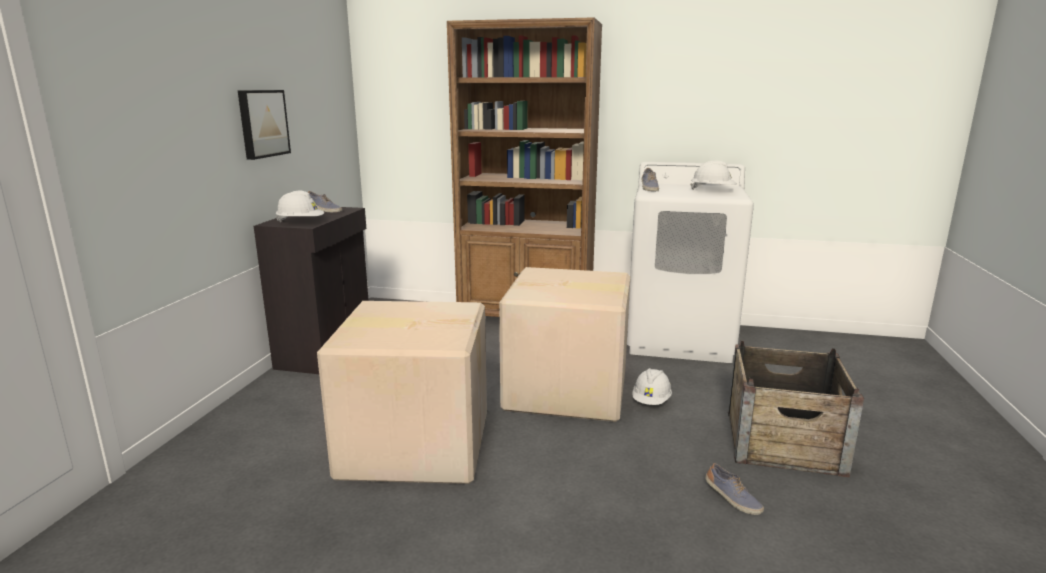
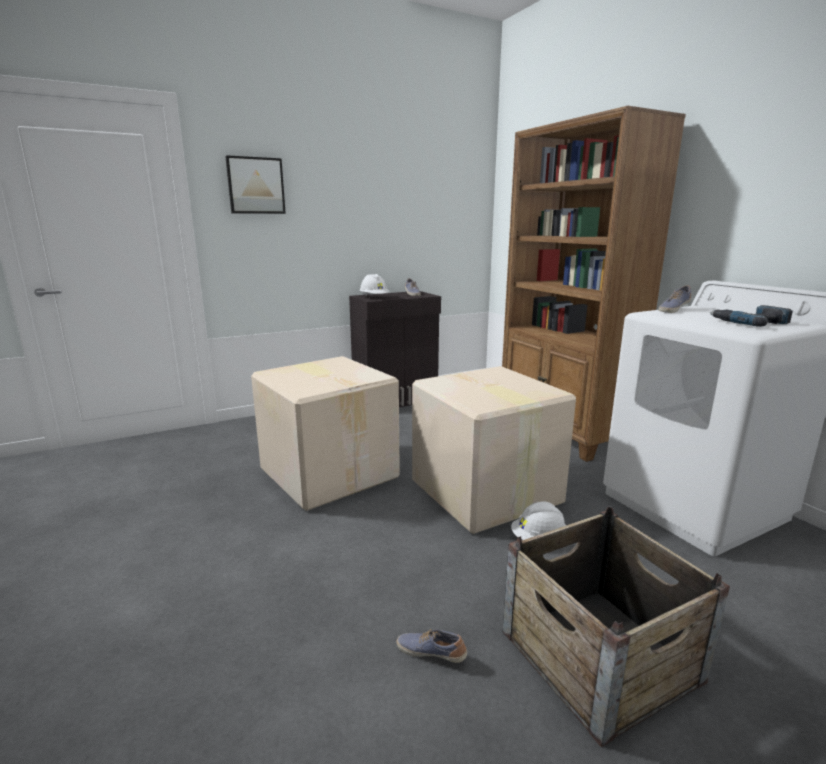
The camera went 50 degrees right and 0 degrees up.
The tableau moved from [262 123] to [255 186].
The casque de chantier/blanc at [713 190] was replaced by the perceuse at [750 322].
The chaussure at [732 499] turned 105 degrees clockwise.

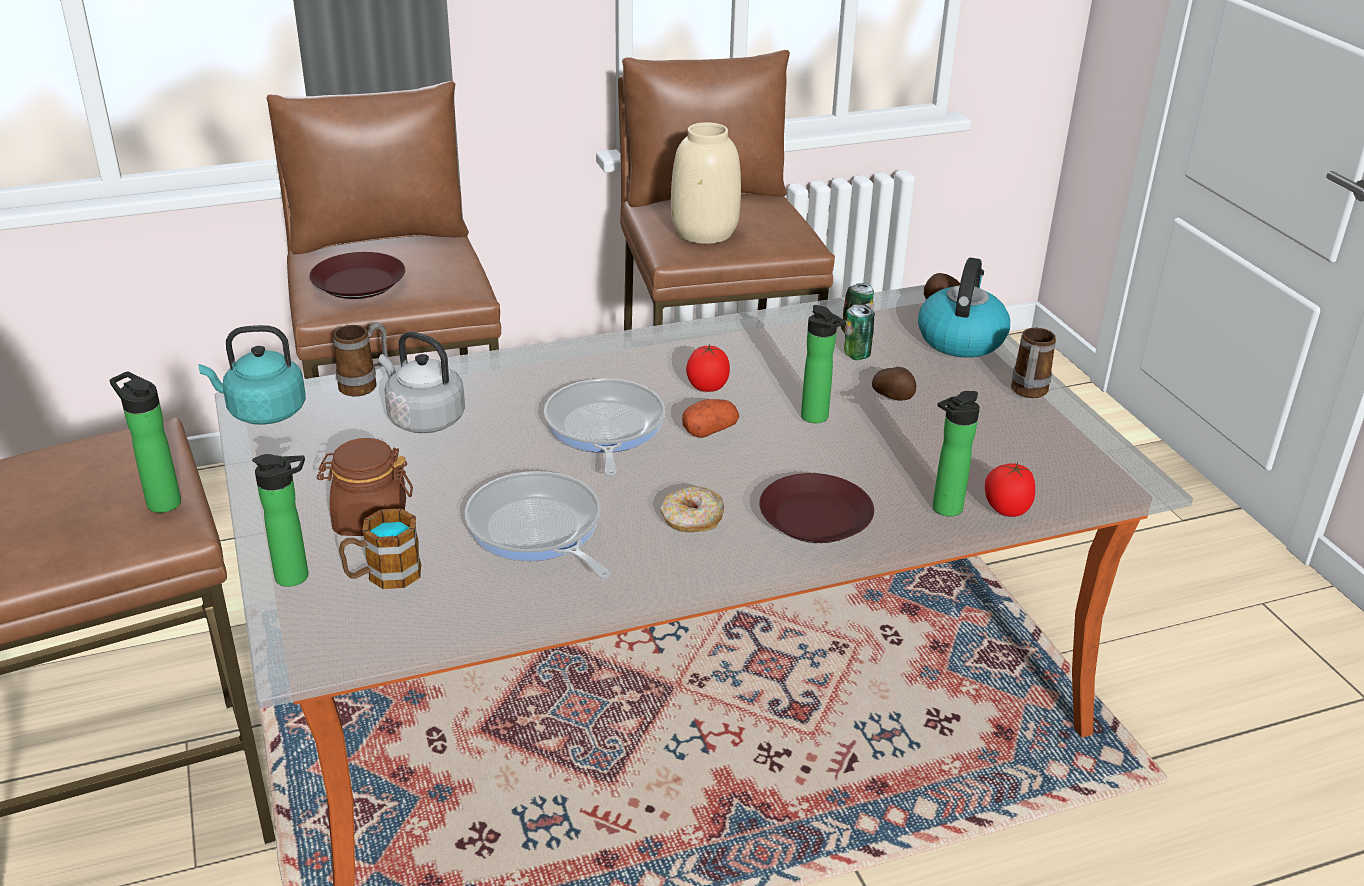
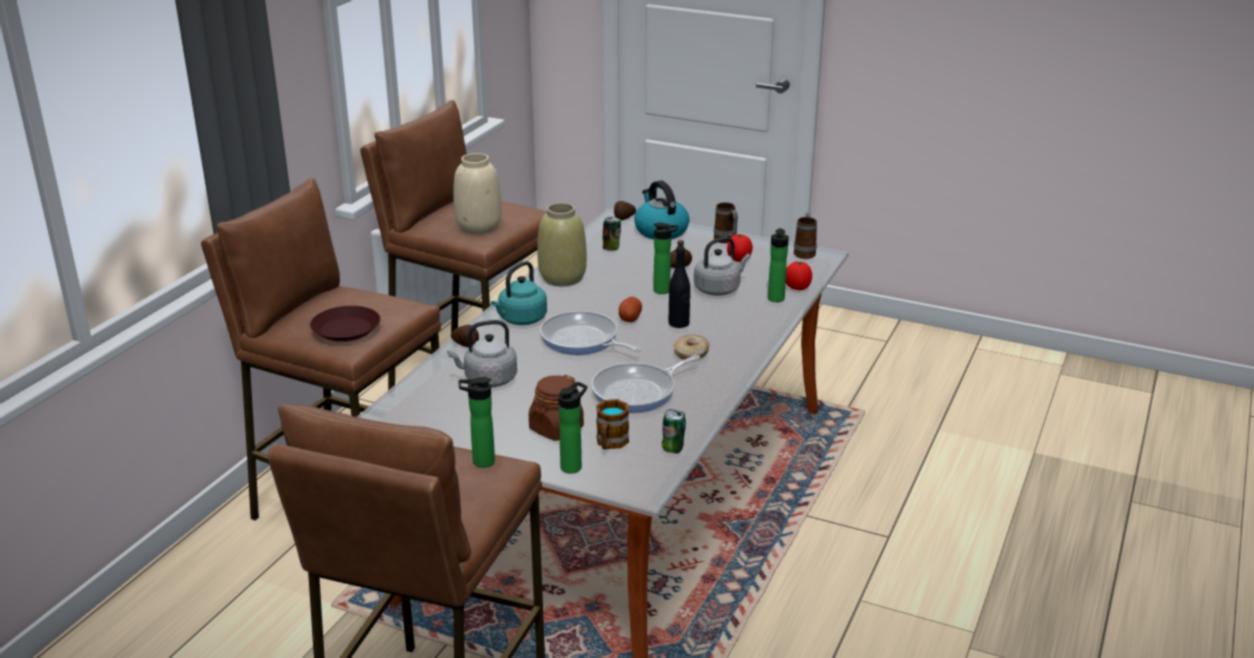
The camera went 45 degrees left and 5 degrees down.
The assiette/marron at [815 519] disappeared.
The pomme de terre at [467 345] appeared.
The vase/beige at [562 278] appeared.
The bouteille/noir at [679 323] appeared.
The bouilloire/gris at [719 289] appeared.
The bouilloire/turquoise moved from [263 412] to [521 320].
The mug moved from [365 385] to [805 252].
The tomate moved from [706 388] to [739 260].
The boîte métallique moved from [856 354] to [673 449].
The poêle at [537 530] turned 45 degrees counterclockwise.

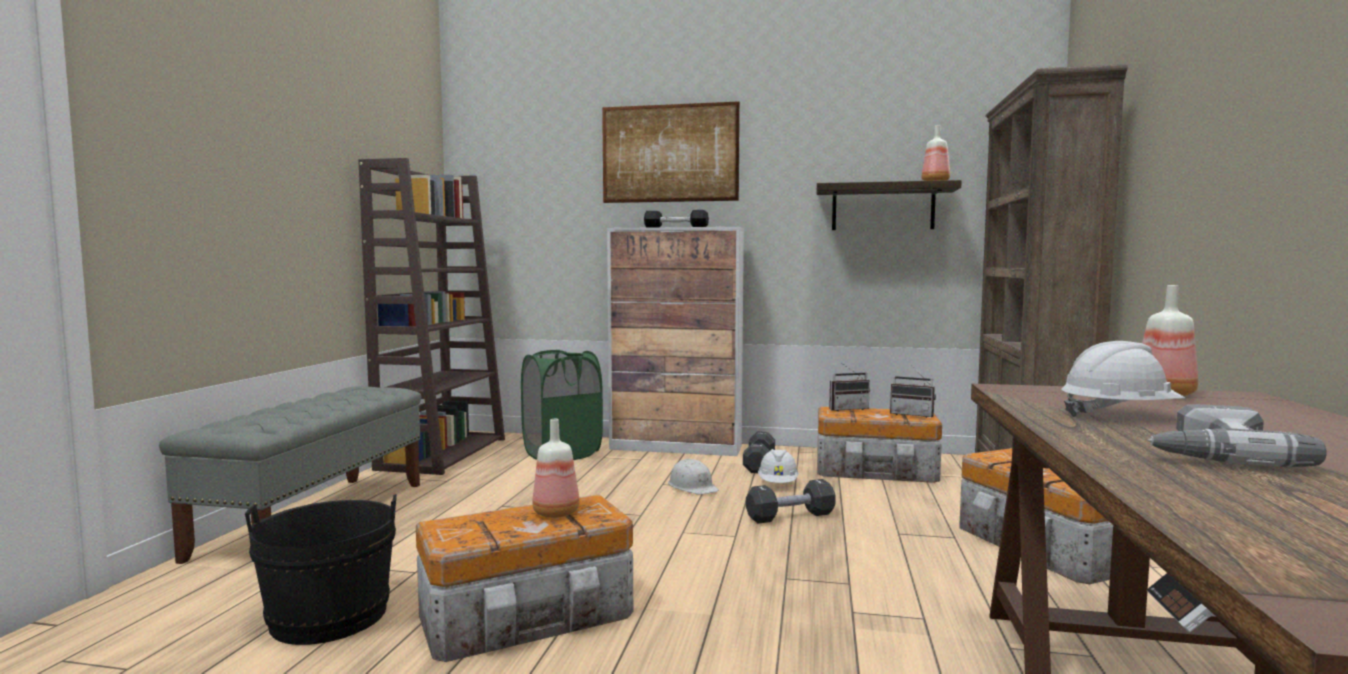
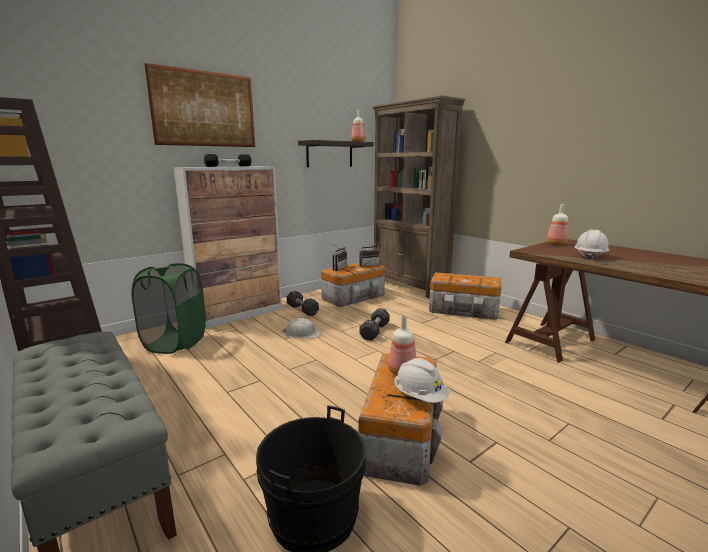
The camera went 50 degrees left and 10 degrees up.
The perceuse at [1209 452] disappeared.
The casque de chantier/blanc moved from [778 484] to [420 396].

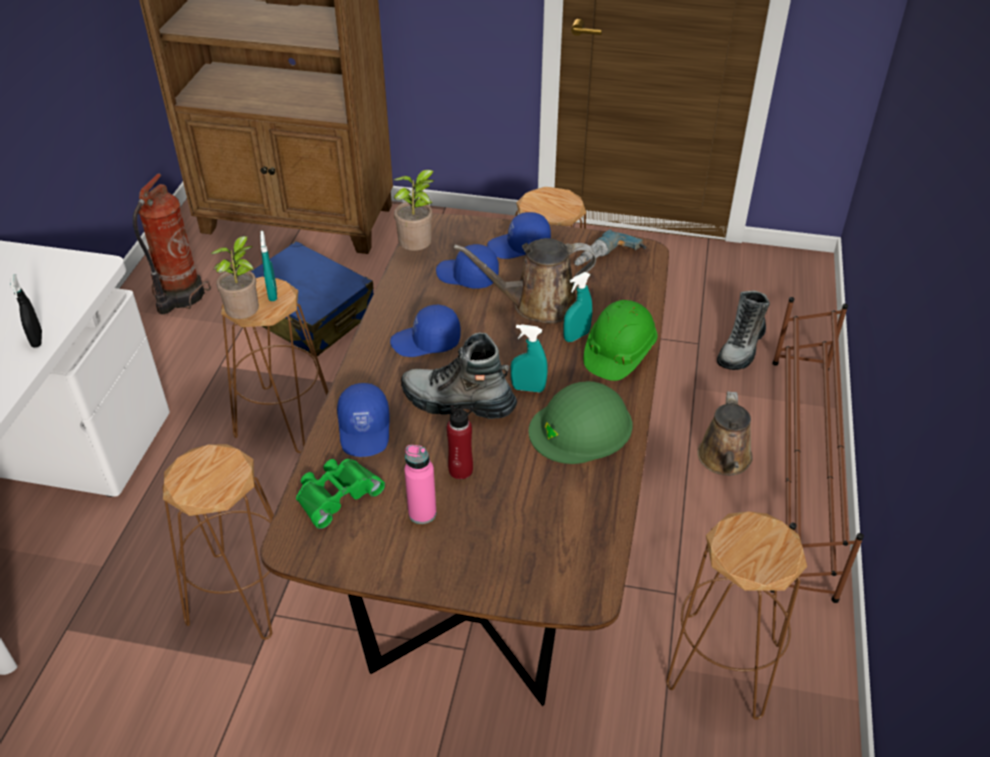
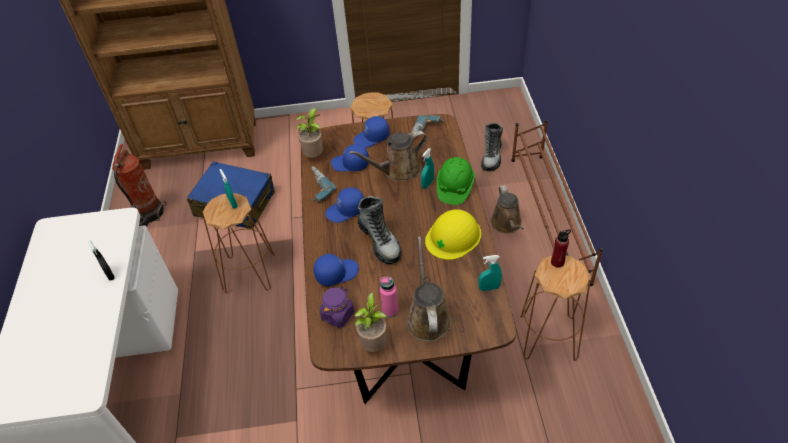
The camera went 15 degrees left and 5 degrees up.
The tabouret/marron at [243 594] disappeared.
The perceuse at [316 187] appeared.
The arrosoir/marron at [427 317] appeared.
The plante en pot moved from [246 318] to [374 345].
The bouteille/rouge moved from [460 470] to [557 262].
The vaporisateur/turquoise moved from [528 388] to [489 288].
The jumelles/vert at [336 494] was replaced by the bocal/violet at [338 315].
The casque de chantier/vert at [581 427] became the casque de chantier/jaune at [453 236].
The casquette/bleu at [365 430] turned 90 degrees counterclockwise.
The botte at [458 402] turned 120 degrees counterclockwise.

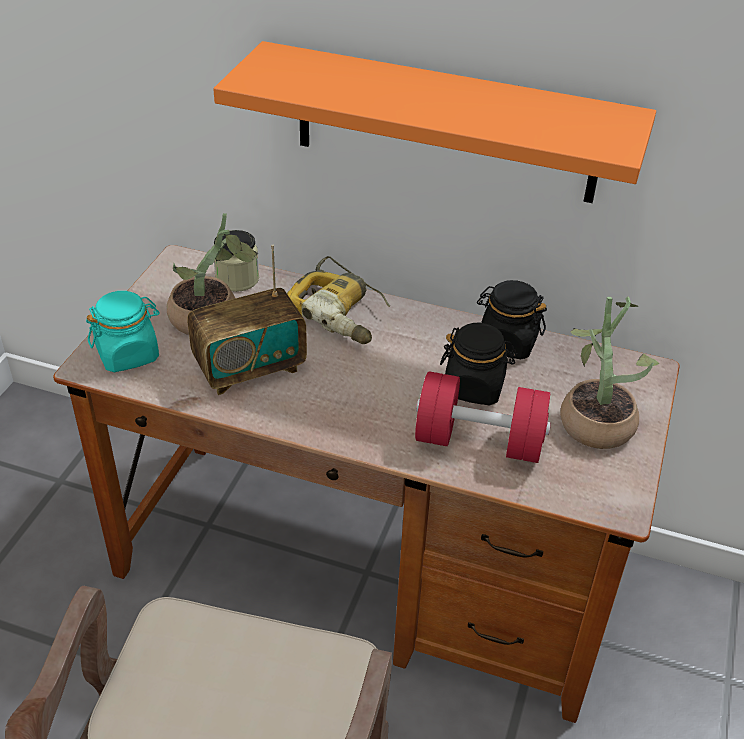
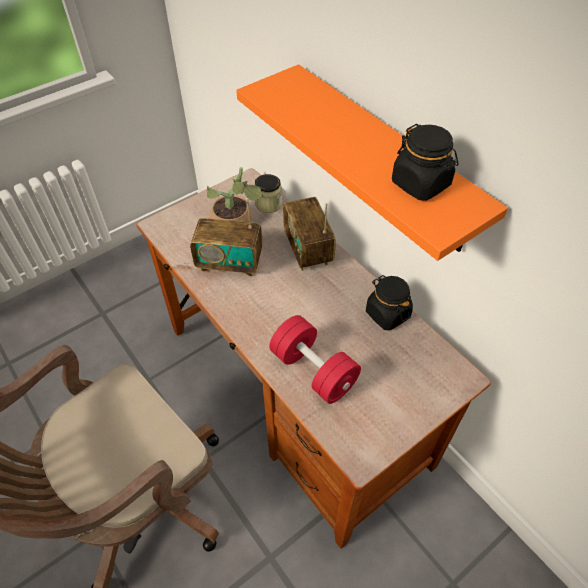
The camera went 35 degrees right and 10 degrees up.
The bocal/turquoise at [128 354] disappeared.
The plante en pot at [594 418] disappeared.
The bocal/noir moved from [474 387] to [421 184].
The perceuse at [342 311] was replaced by the radio at [308 249].

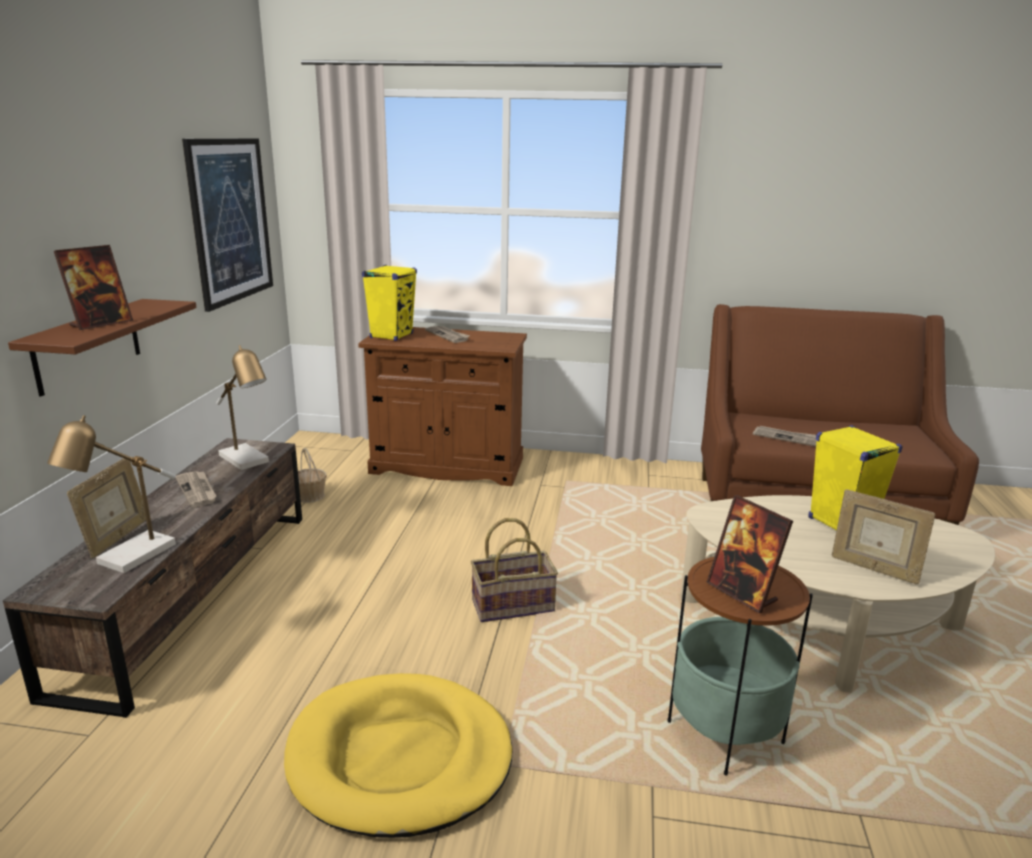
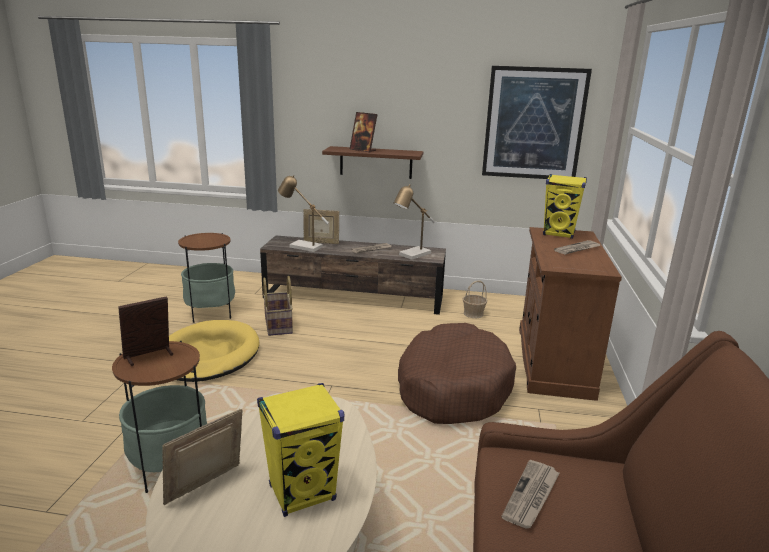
The camera went 90 degrees right and 0 degrees up.
The table d'appoint at [211 313] appeared.
The panier pour chien/marron at [452 387] appeared.
The panier moved from [513 605] to [279 325].

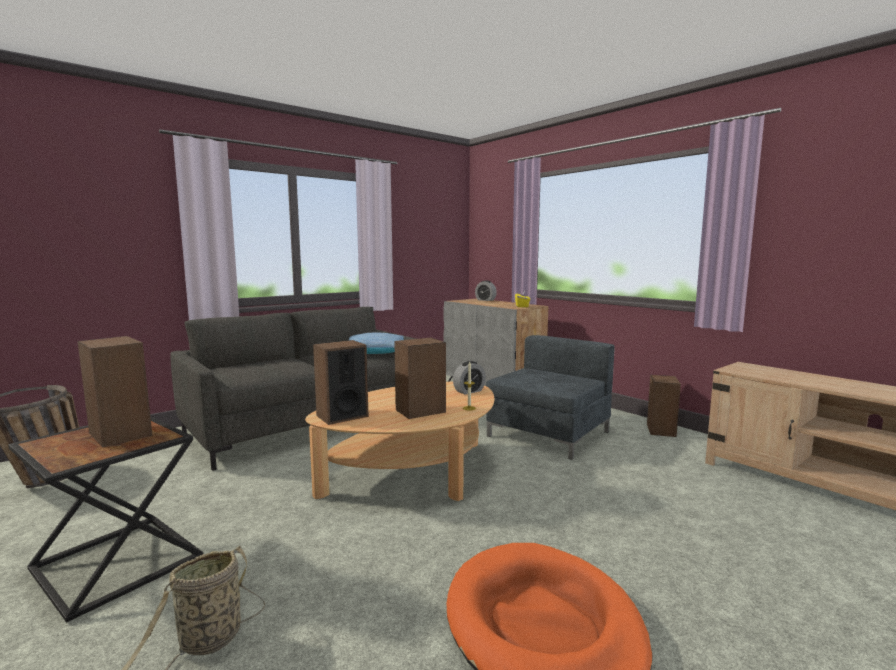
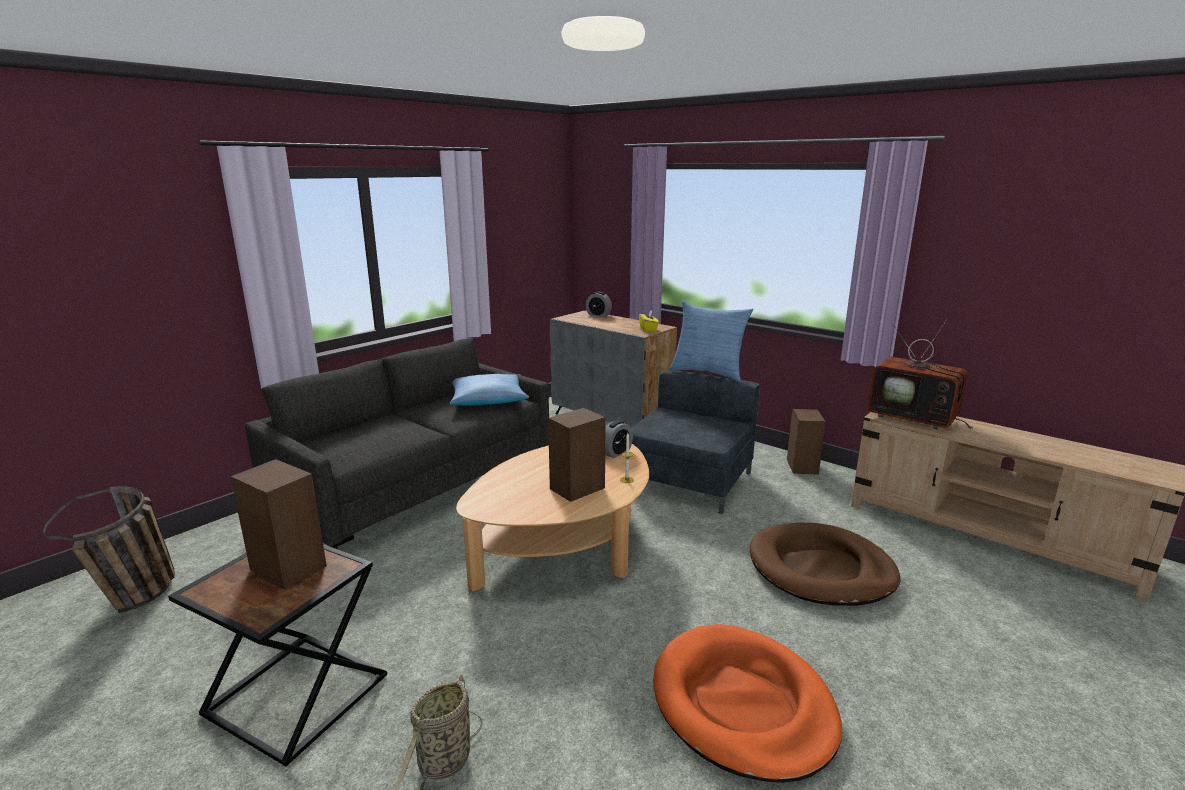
The camera went 10 degrees left and 10 degrees up.
The enceinte at [342 416] disappeared.
The coussin at [708 372] appeared.
The panier pour chien/marron at [821 569] appeared.
The téléviseur at [915 418] appeared.

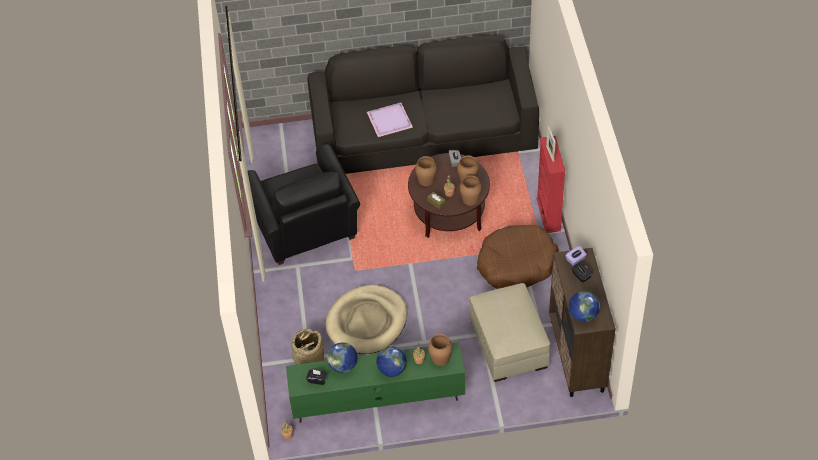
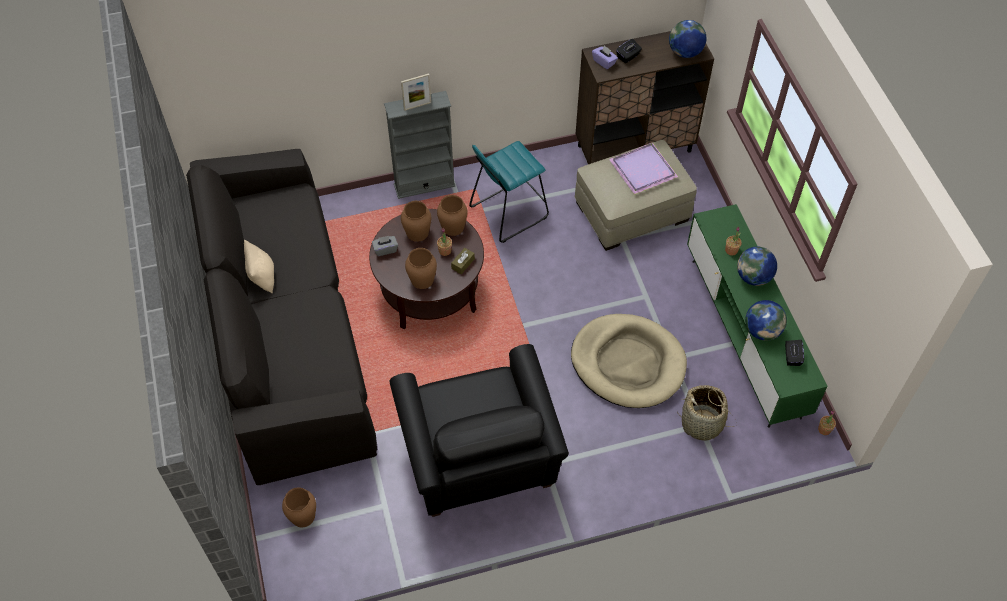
The camera went 100 degrees left and 5 degrees up.
The coussin/beige at [262 277] appeared.
The plateau/violet moved from [388 120] to [642 170].
The vase/marron moved from [440 358] to [302 516].
The panier pour chien/marron at [516 264] was replaced by the tabouret/turquoise at [508 212].
The bibliothèque/rouge at [548 214] became the bibliothèque/gris at [424 185].
The fauteuil/noir at [306 231] turned 105 degrees clockwise.

